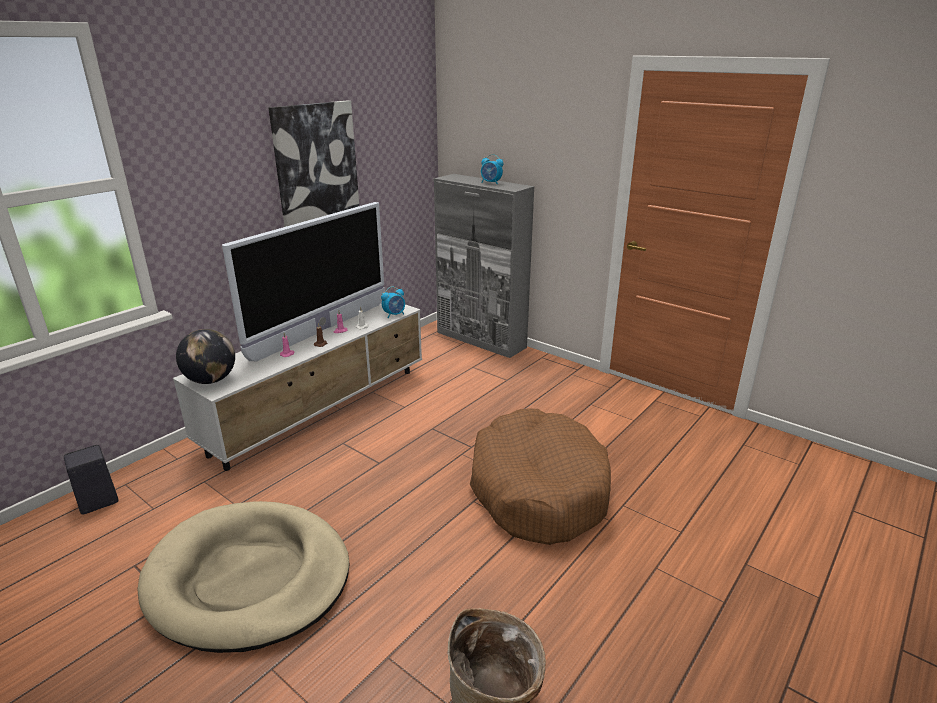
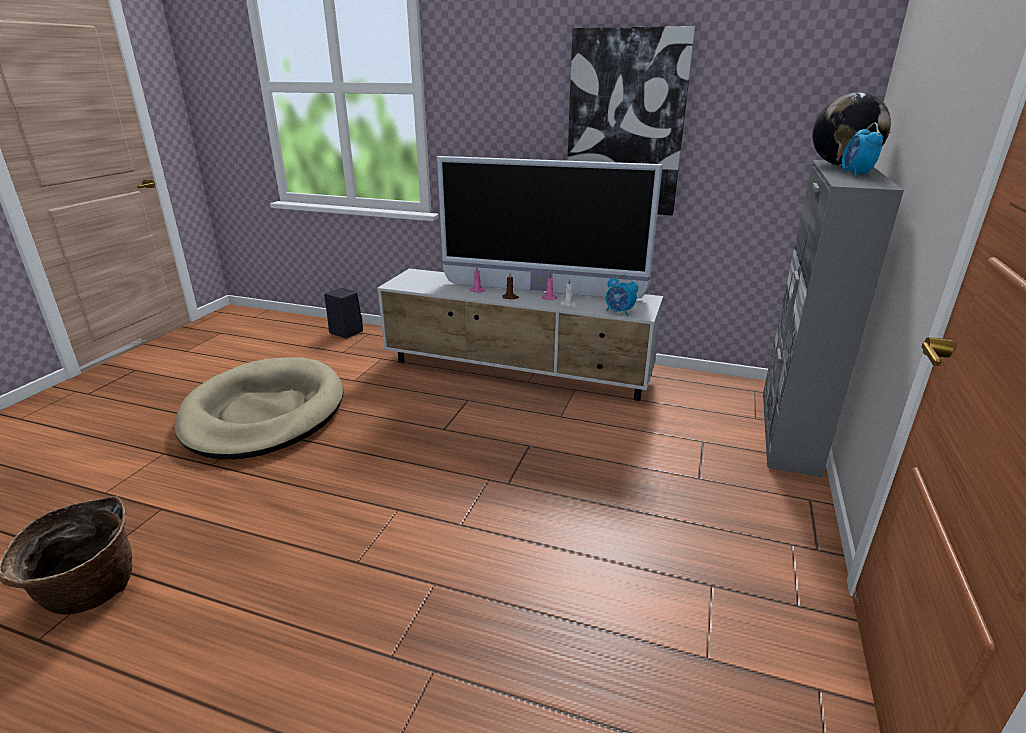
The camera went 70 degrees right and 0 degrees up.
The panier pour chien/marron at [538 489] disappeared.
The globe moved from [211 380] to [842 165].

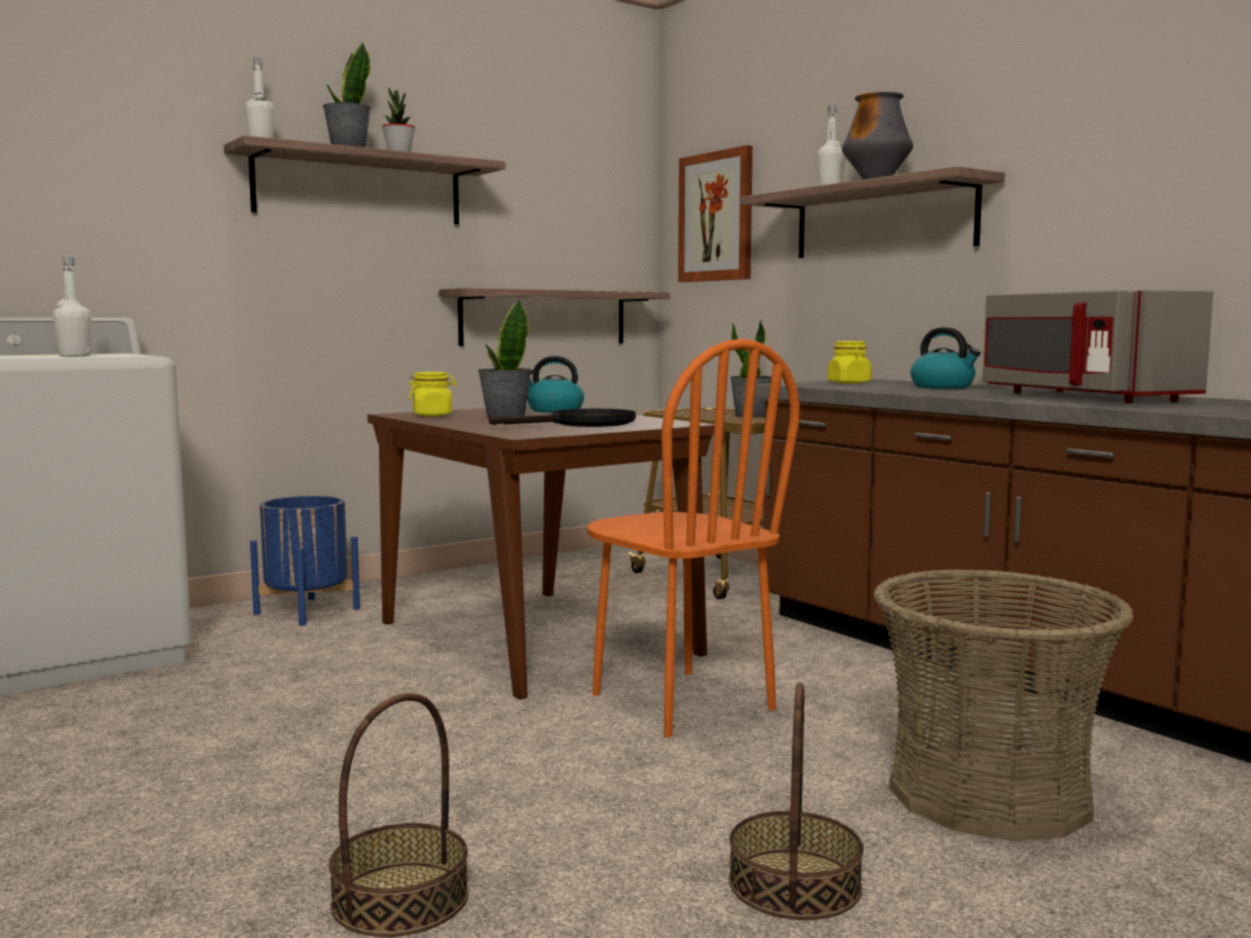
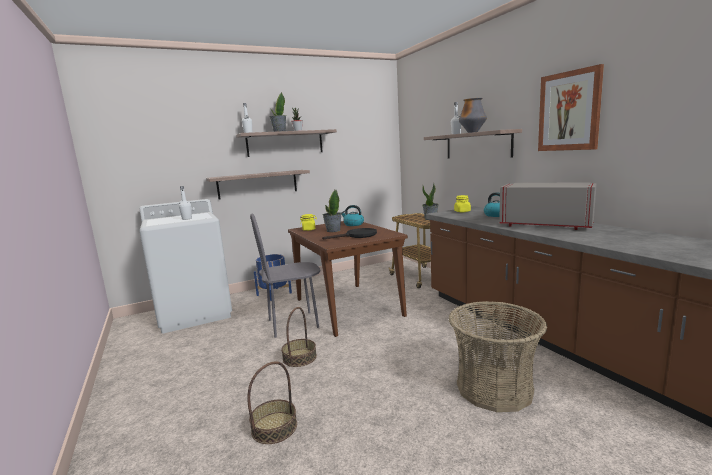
The camera went 10 degrees right and 5 degrees up.
The chaise/orange at [680 702] disappeared.
The chaise/gris at [293 324] appeared.
The étagère moved from [544 318] to [258 184].
The tableau moved from [716 217] to [569 111].
The panier moved from [794 884] to [299 357].
The micro-ondes/gris at [1080 396] turned 135 degrees clockwise.

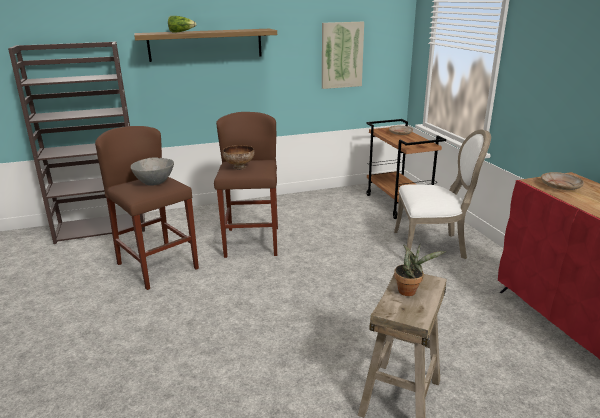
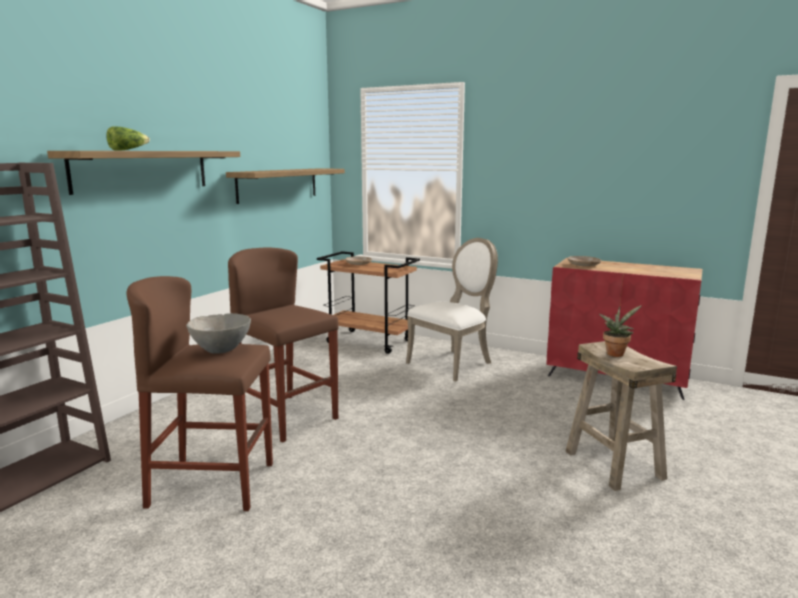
The camera went 45 degrees left and 10 degrees down.
The bol at [239 167] disappeared.
The tableau at [341 55] was replaced by the étagère at [278 184].

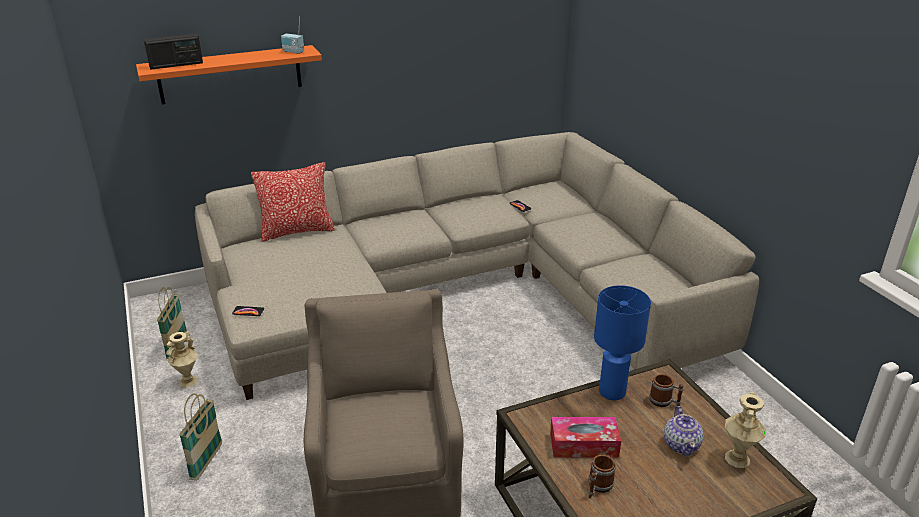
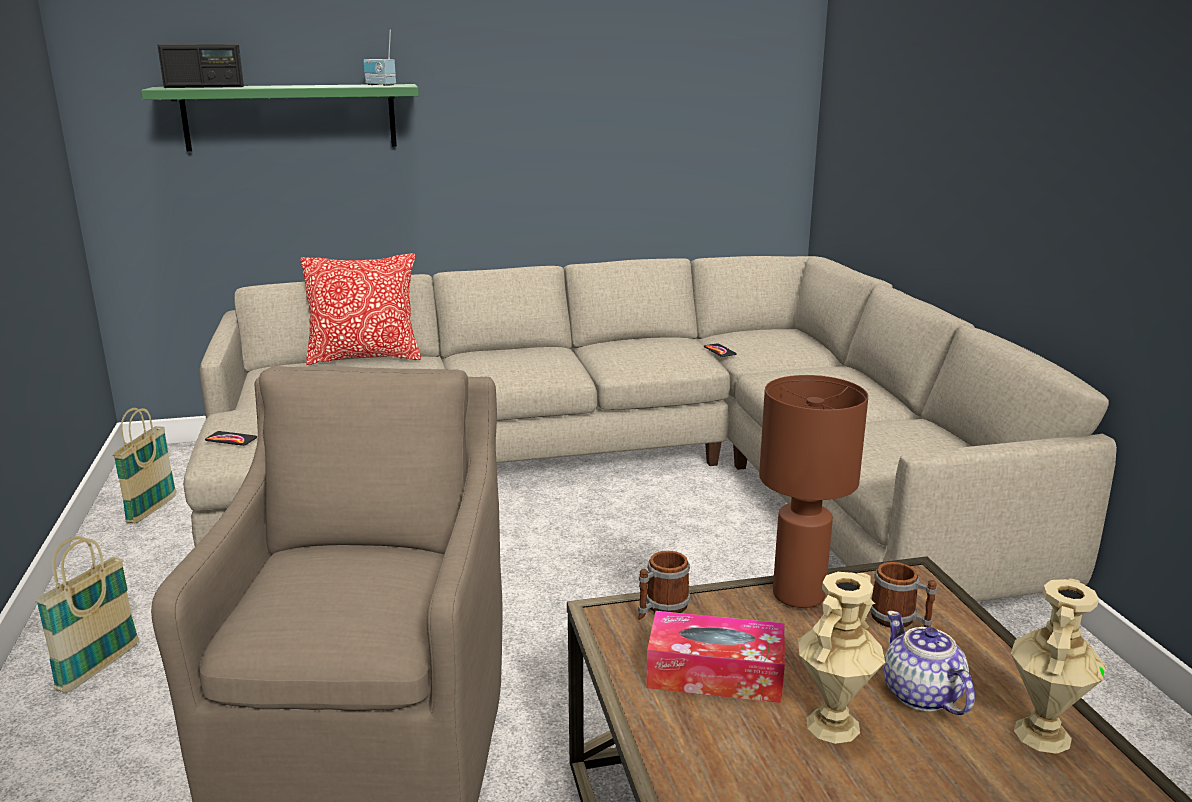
The camera went 10 degrees right and 10 degrees down.
The vase/beige moved from [188 381] to [833 726].
The mug moved from [598 487] to [661 608].
The étagère/orange at [230 74] became the étagère/vert at [290 117].
The lampe de table/bleu at [612 392] became the lampe de table/marron at [798 596].
The théière at [681 444] turned 150 degrees clockwise.

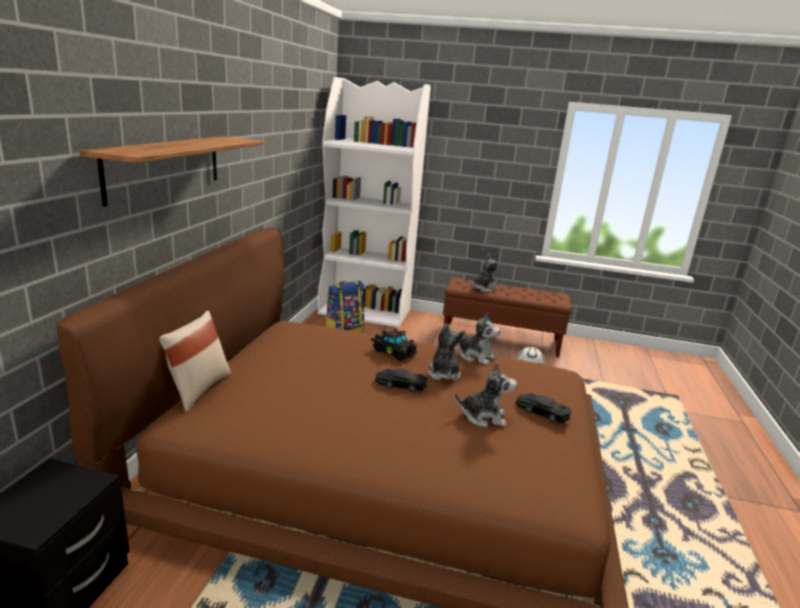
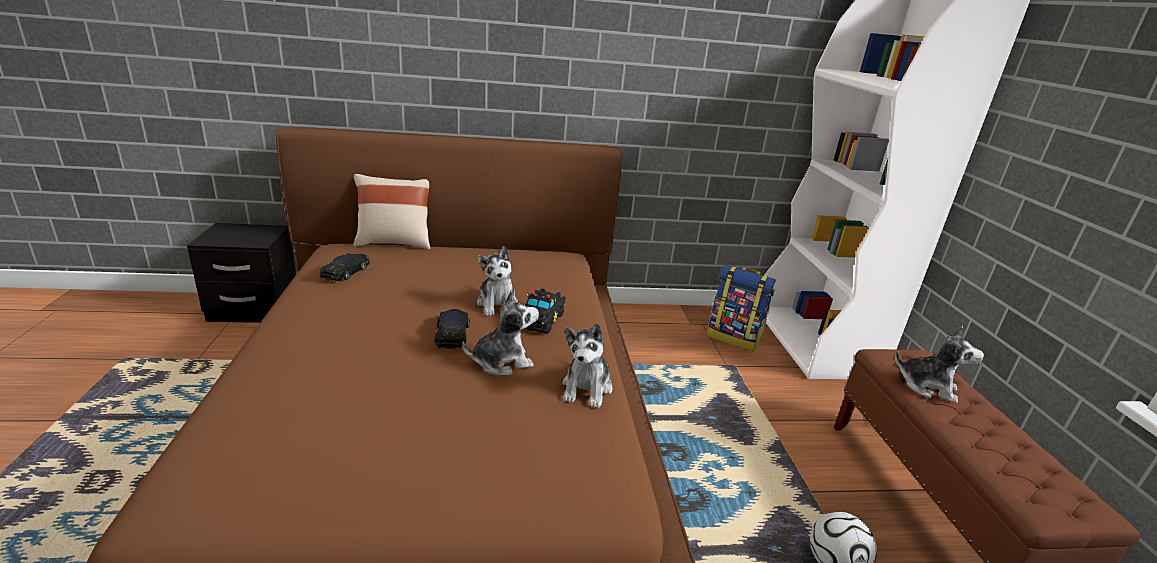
The camera went 70 degrees right and 5 degrees up.
The étagère at [165 167] disappeared.
The peluche moved from [483 417] to [497 304].
The petite voiture/noir moved from [542 411] to [346 271].

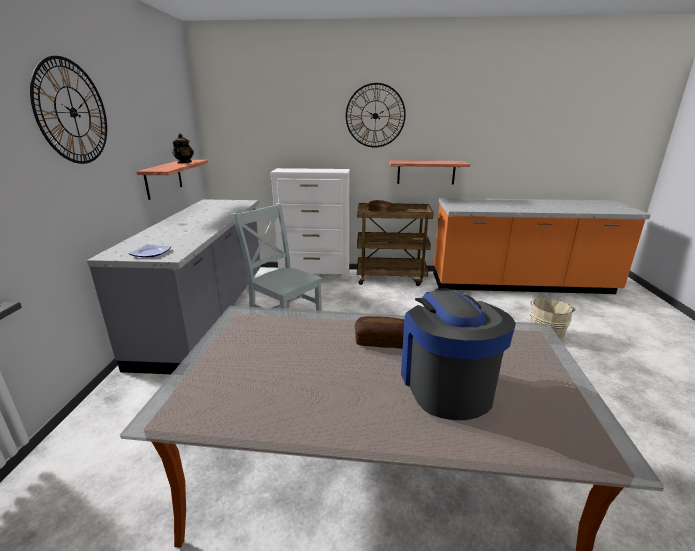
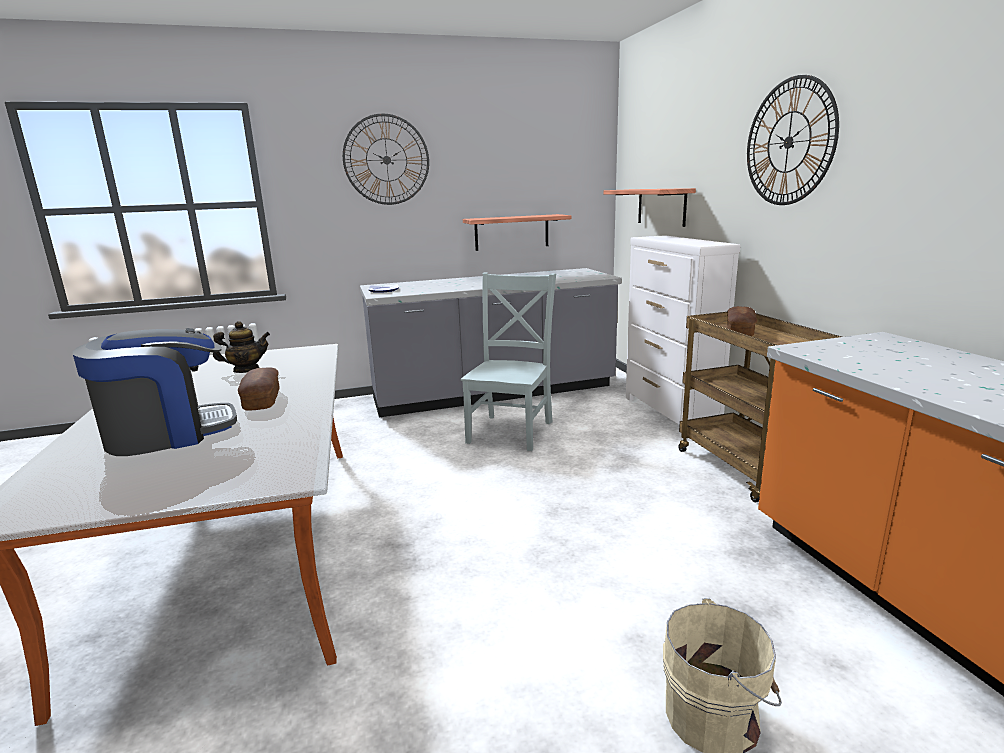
The camera went 70 degrees right and 5 degrees down.
The théière moved from [184 163] to [246 370].
The étagère moved from [426 172] to [661 206].

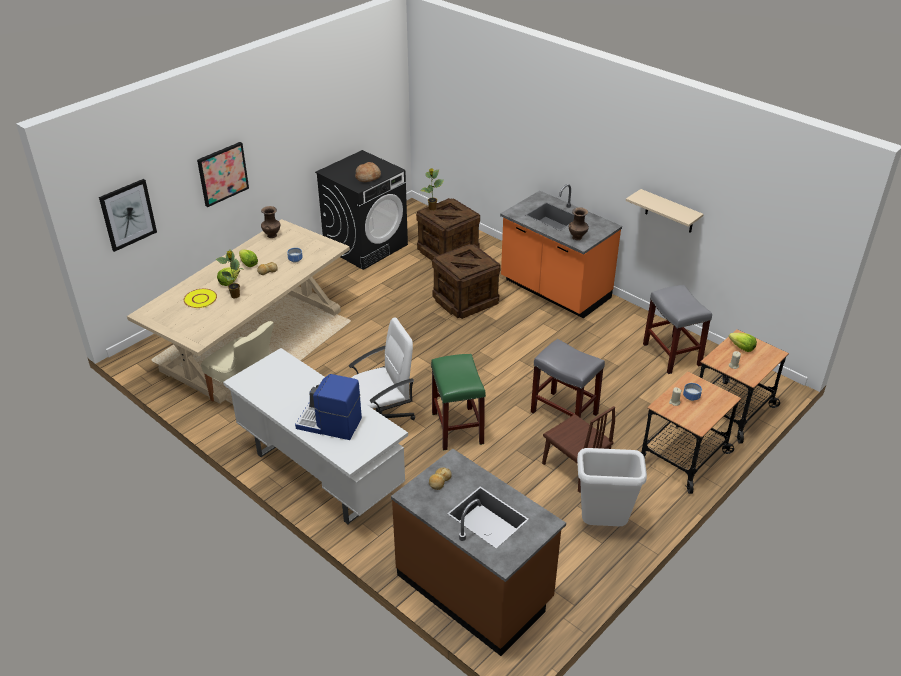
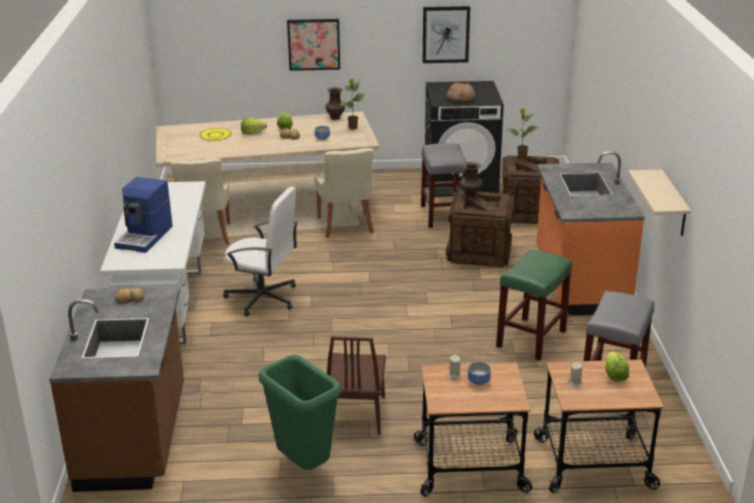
The camera went 45 degrees right and 10 degrees down.
The chaise/beige at [346 226] appeared.
The tableau moved from [128 214] to [445 34].
The plante en pot moved from [235 296] to [353 128].
The tabouret/vert moved from [458 428] to [531 339].
The tabouret/gris moved from [565 413] to [444 216].
The vase/marron moved from [577 237] to [471 196].
The poubelle/blanc at [603 524] became the poubelle/vert at [305 466].
The machine à café at [329 424] turned 135 degrees counterclockwise.

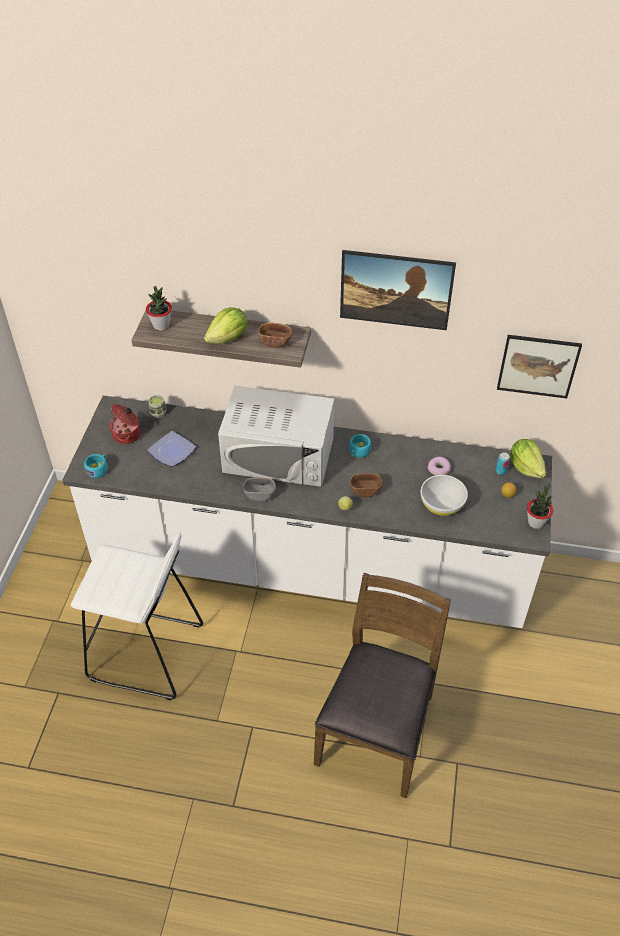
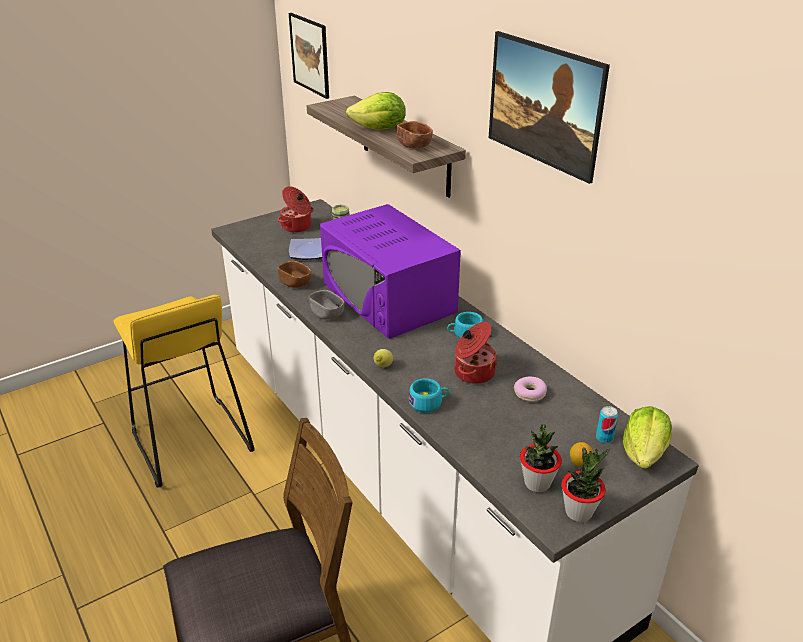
The camera went 45 degrees right and 15 degrees down.
The bol/blanc at [442 504] disappeared.
The marmite at [473 372] appeared.
The tasse/turquoise moved from [98 469] to [429 403].
The plante en pot moved from [161 325] to [537 483].
The bol/marron moved from [365 490] to [295 283].
The tableau moved from [538 366] to [310 55].
The tabouret/blanc at [147 653] became the tabouret/jaune at [190 442].
The micro-ondes/blanc at [279 455] became the micro-ondes/violet at [388 297].

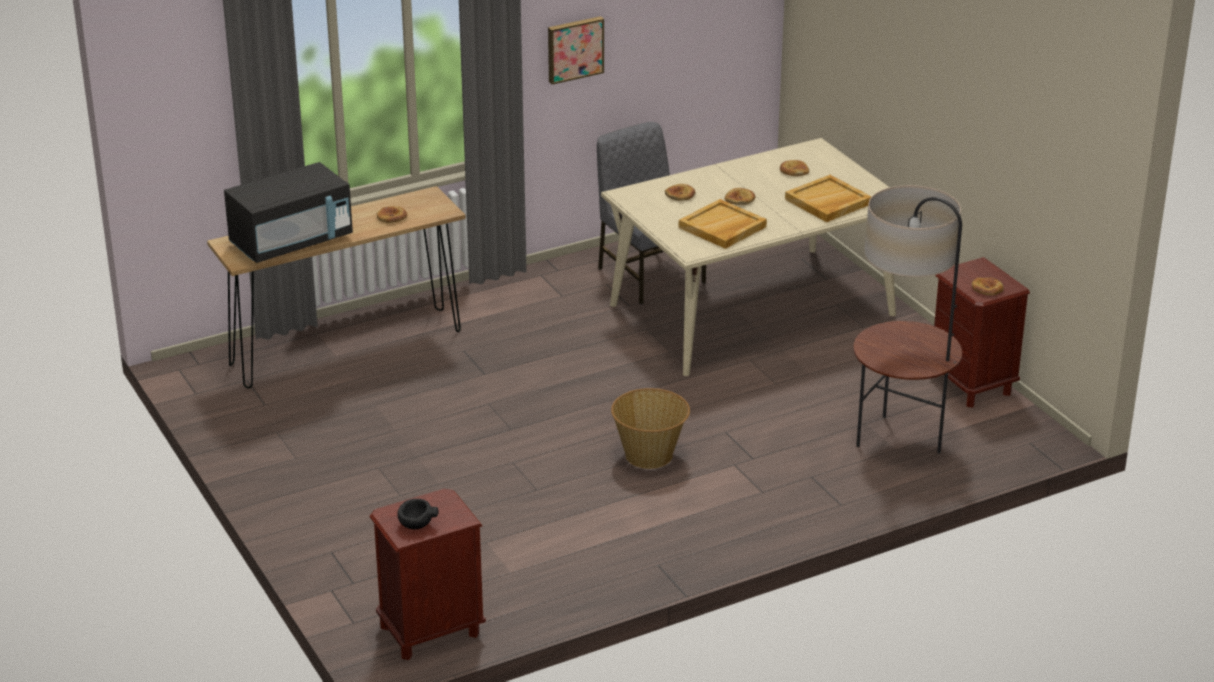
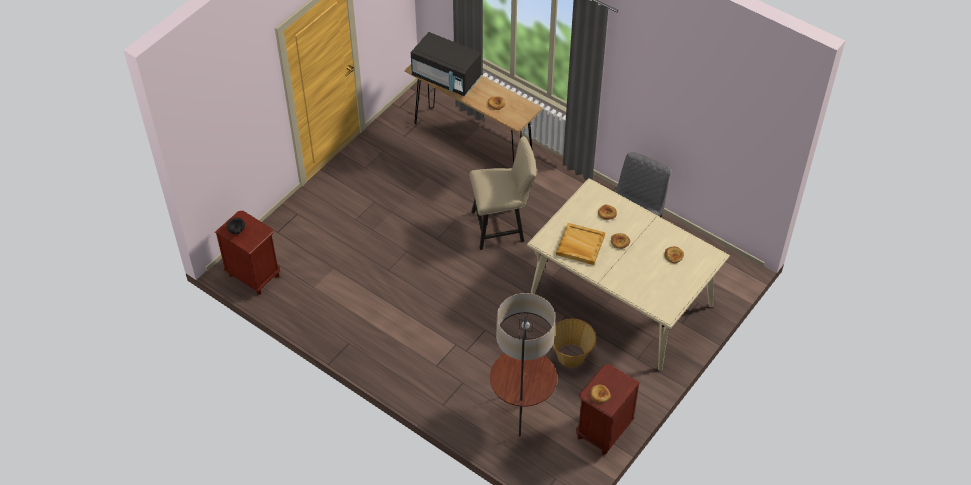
The camera went 65 degrees right and 20 degrees up.
The tableau at [574 49] disappeared.
The plateau/beige at [828 202] disappeared.
The chaise/beige at [502 227] appeared.
The panier moved from [650 455] to [571 356].

